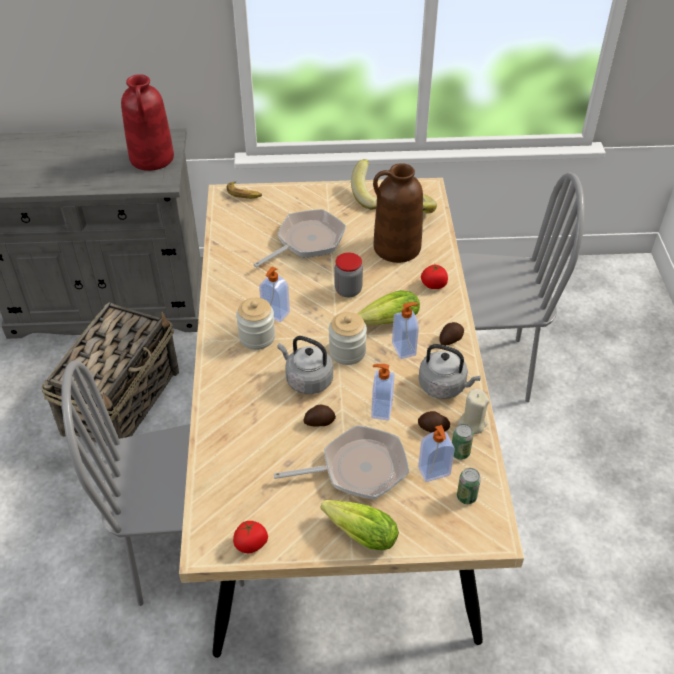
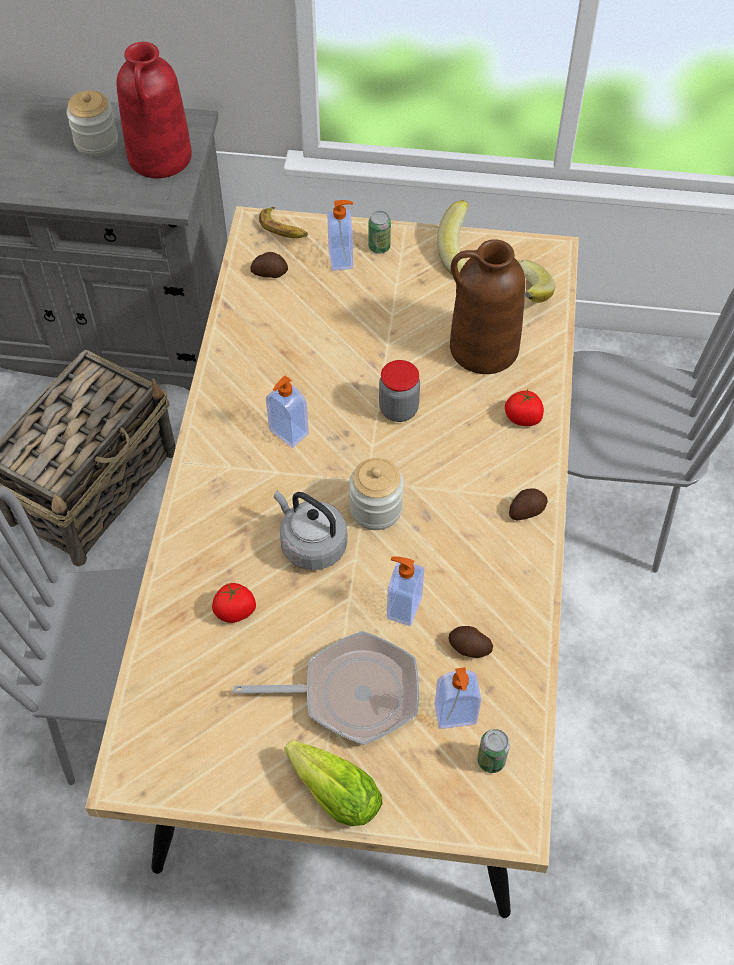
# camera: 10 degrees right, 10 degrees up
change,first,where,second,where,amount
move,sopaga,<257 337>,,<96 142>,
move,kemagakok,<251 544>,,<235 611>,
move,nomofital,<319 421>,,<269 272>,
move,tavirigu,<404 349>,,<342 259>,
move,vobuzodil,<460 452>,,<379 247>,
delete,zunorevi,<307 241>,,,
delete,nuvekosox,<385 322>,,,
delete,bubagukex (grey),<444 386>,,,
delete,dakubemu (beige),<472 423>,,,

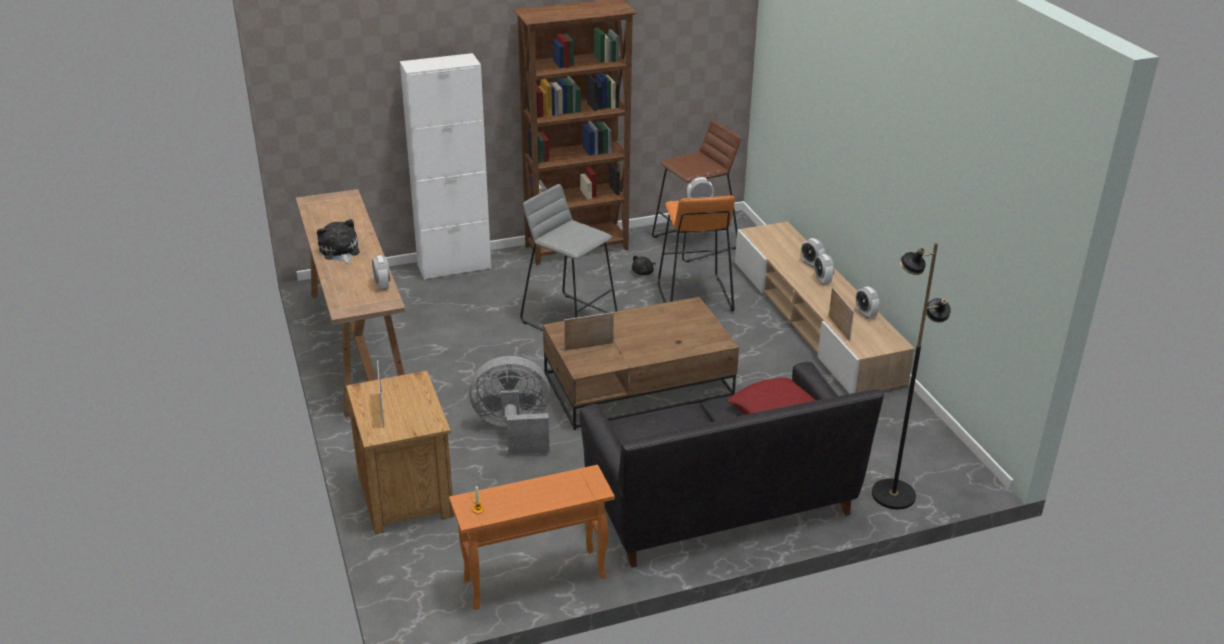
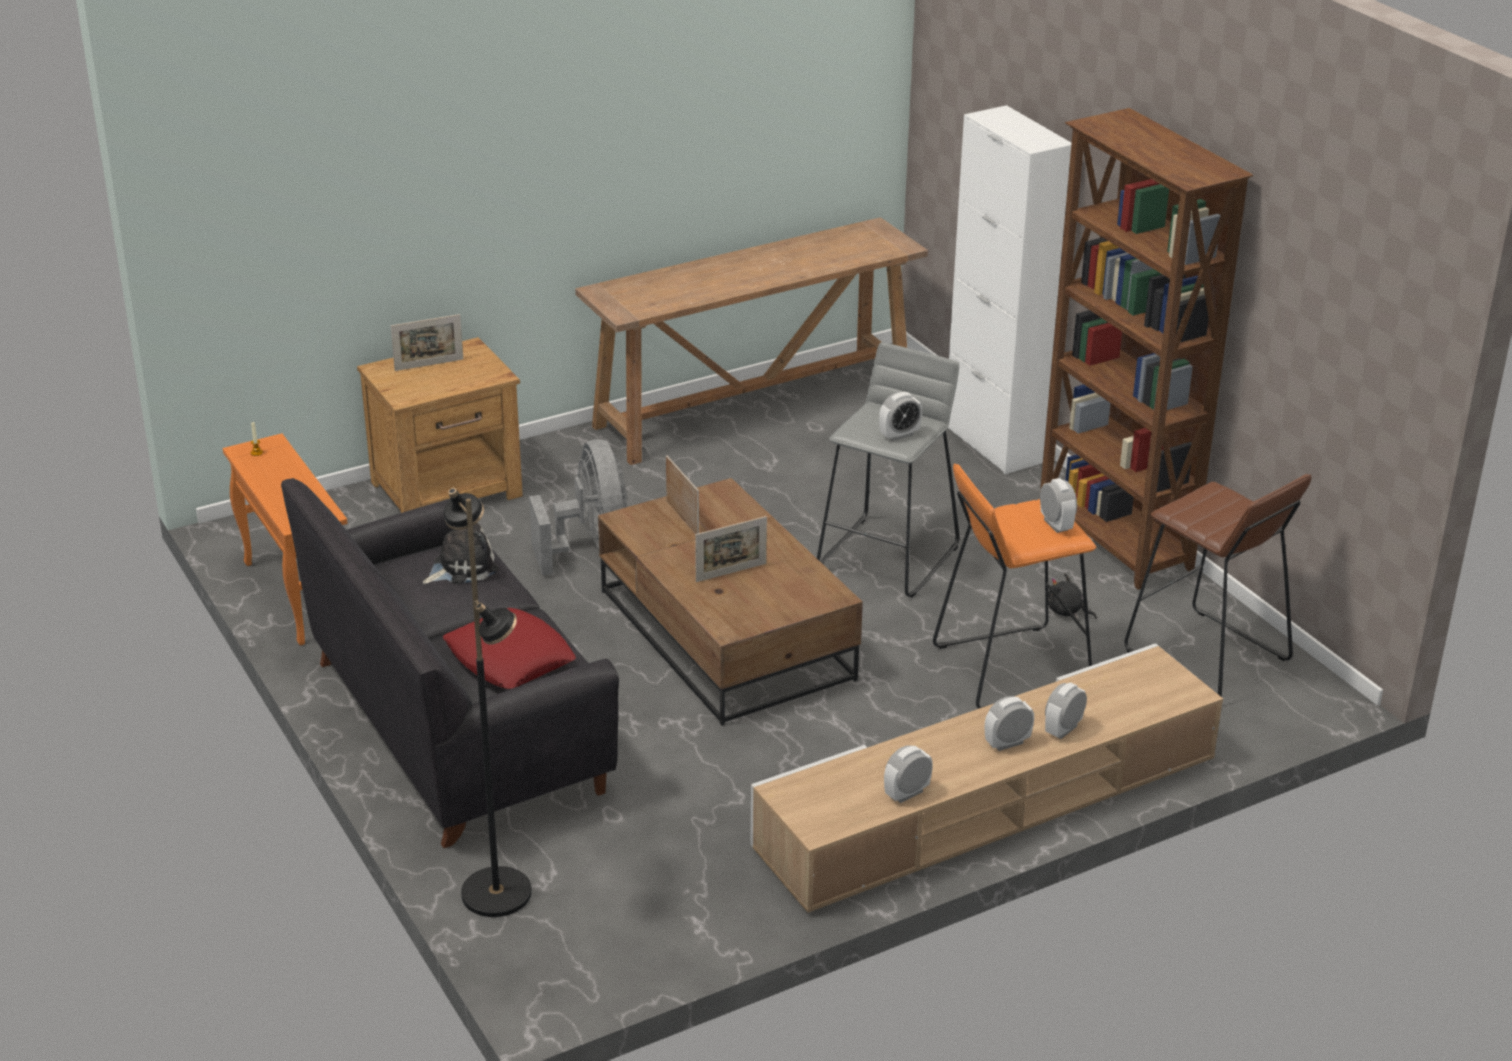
# camera: 80 degrees right, 0 degrees up
change,first,where,second,where,amount
move,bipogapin,<340 252>,,<461 567>,
move,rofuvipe,<839 328>,,<731 572>,
move,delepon,<382 285>,,<899 435>,

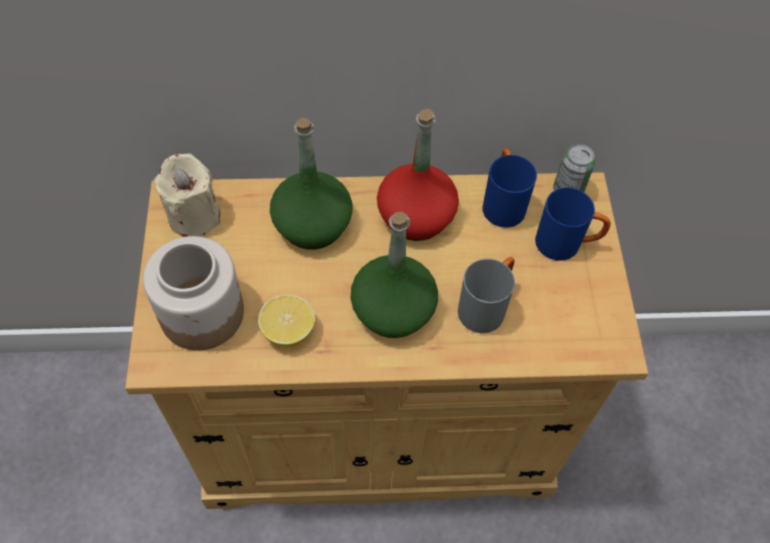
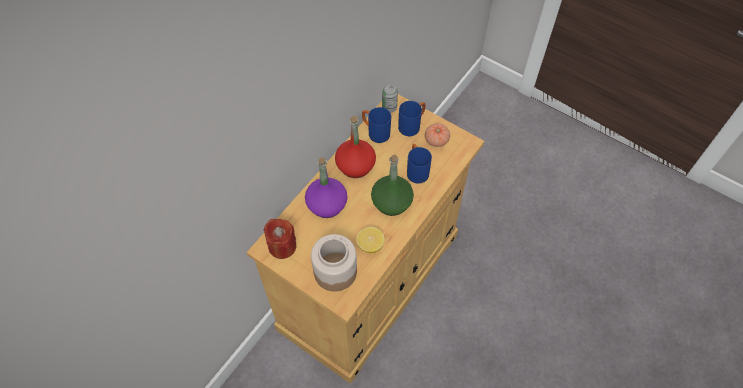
# camera: 50 degrees left, 0 degrees up
change,first,where,second,where,amount
recolor,dakubemu (beige),<194 216>,dakubemu (red),<282 246>,
recolor,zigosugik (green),<312 224>,zigosugik (purple),<326 204>,
recolor,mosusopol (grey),<486 306>,mosusopol (blue),<416 170>,
insert,,,kemagakok,<436 140>,

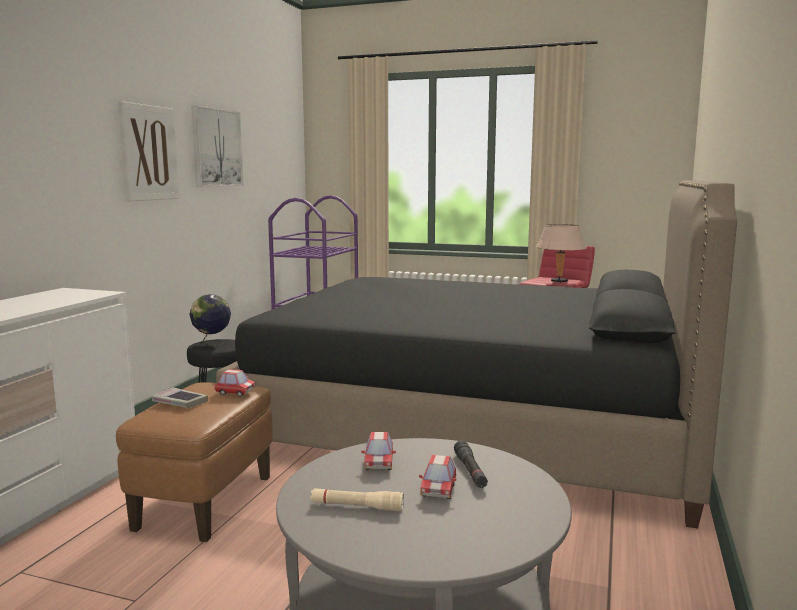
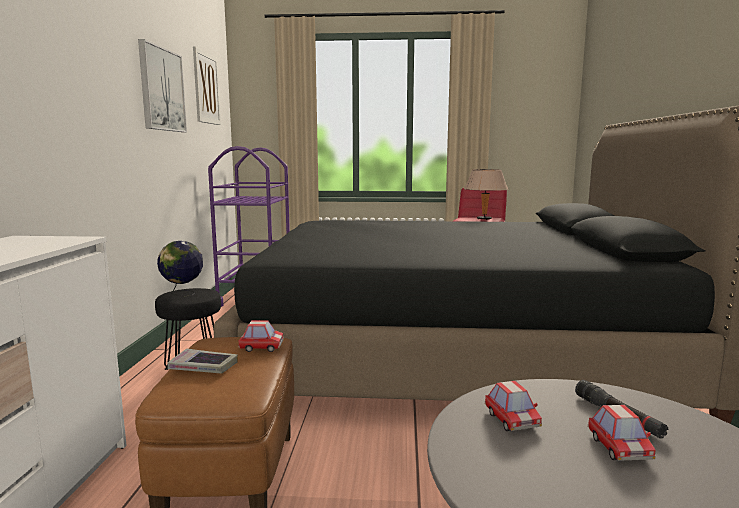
# camera: 15 degrees left, 0 degrees up
change,first,where,second,where,amount
move,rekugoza,<149 153>,,<206 88>,
delete,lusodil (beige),<357 507>,,,

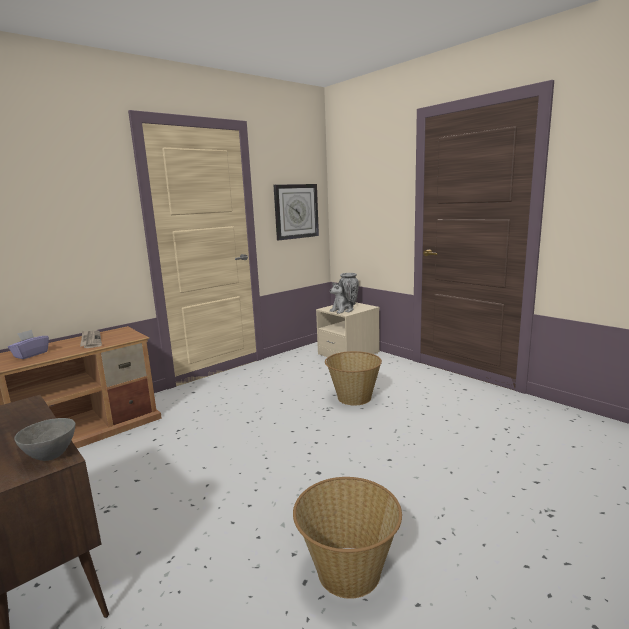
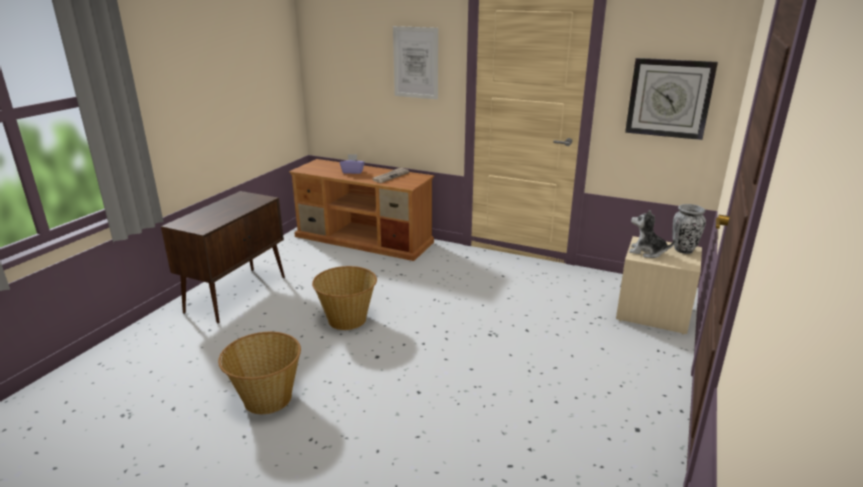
# camera: 65 degrees right, 10 degrees up
change,first,where,second,where,amount
move,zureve,<353 397>,,<347 319>,
insert,,,rekugoza,<415 63>,
delete,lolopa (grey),<50 456>,,,

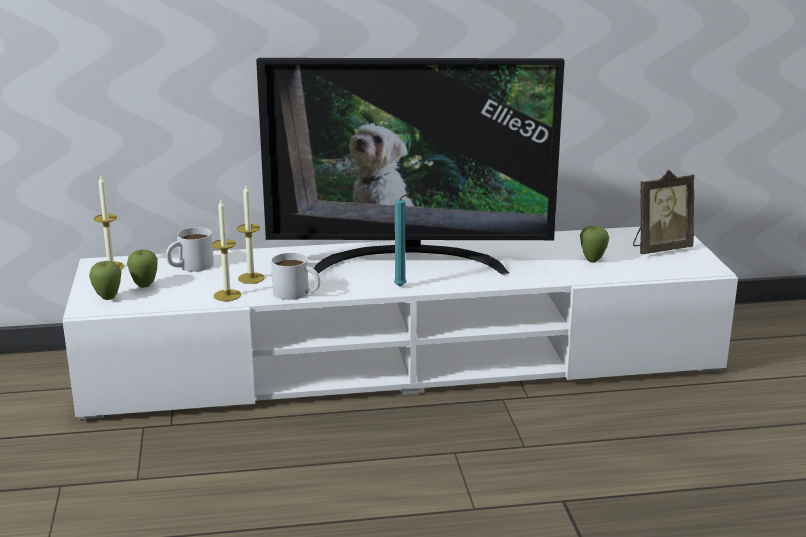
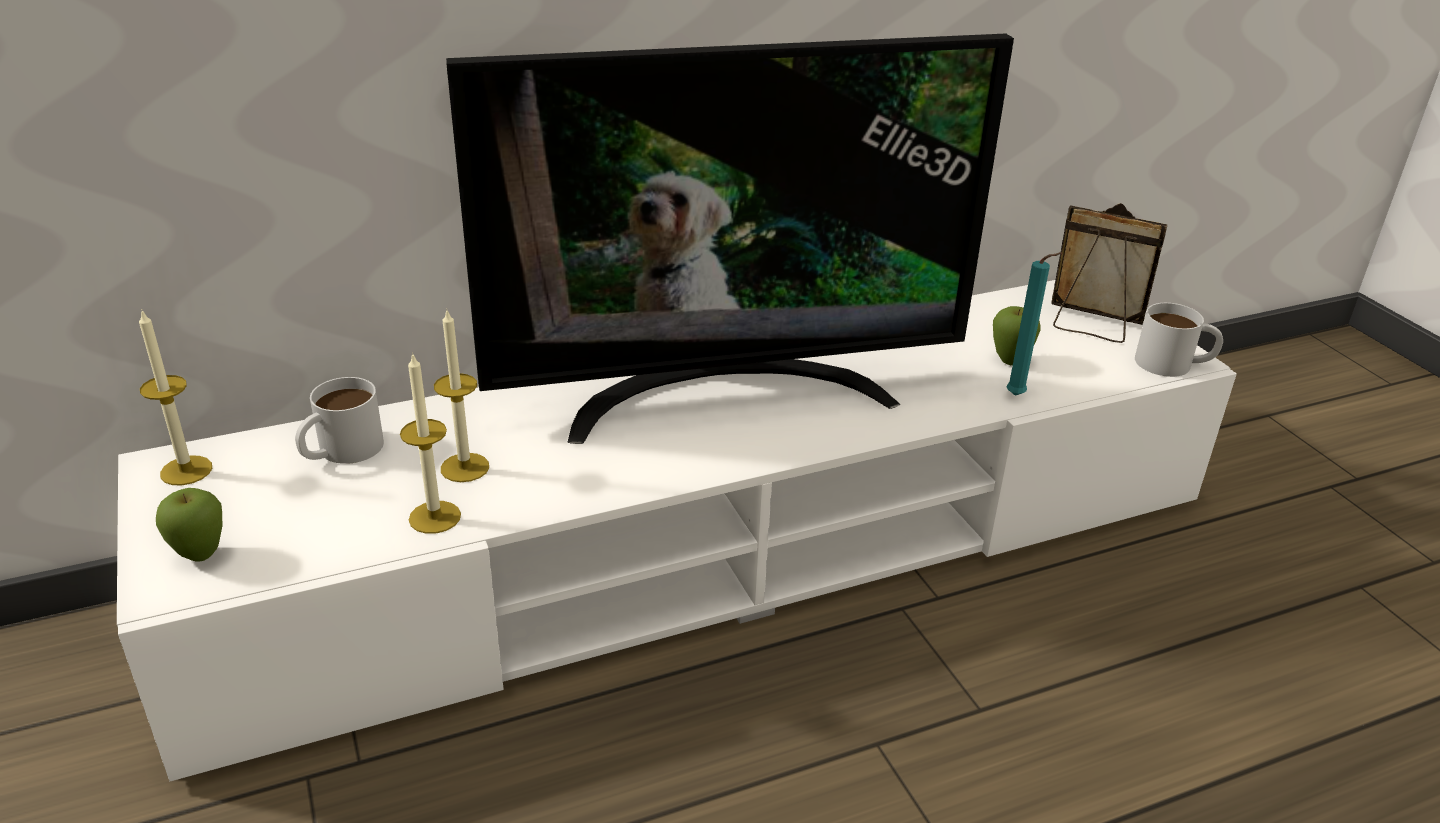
# camera: 15 degrees left, 10 degrees up
change,first,where,second,where,amount
move,dakubemu (turquoise),<401 287>,,<1018 396>,
rotate,rofuvipe,<659 248>,,<1091 326>,120 degrees counterclockwise
move,mosusopol (white),<297 293>,,<1174 364>,
delete,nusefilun,<144 286>,,,

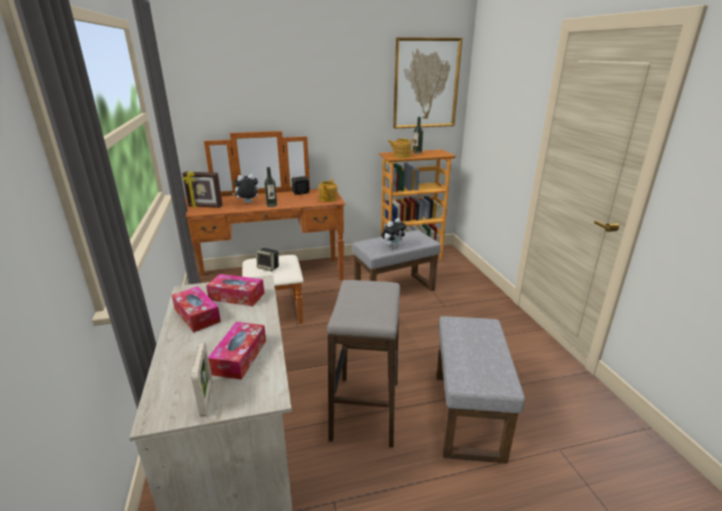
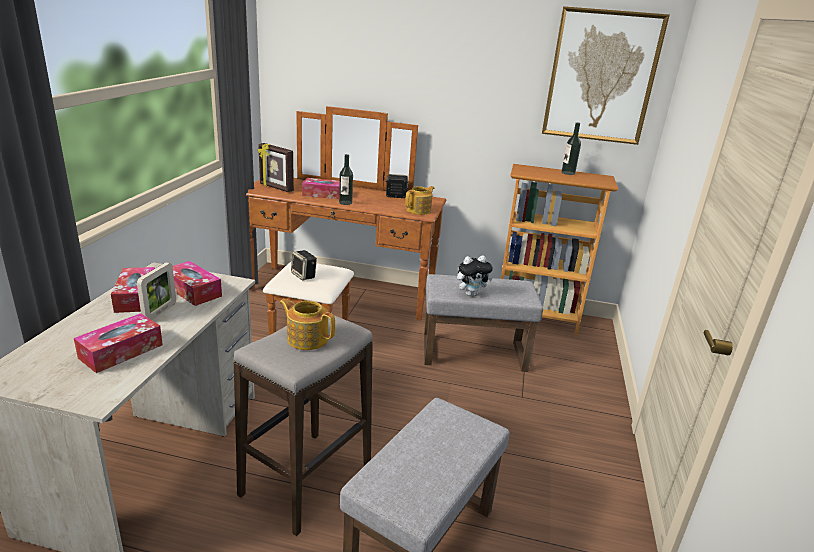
# camera: 25 degrees right, 0 degrees up
change,first,where,second,where,amount
move,rofuvipe,<206 398>,,<160 312>,
move,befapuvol,<401 156>,,<307 338>,
replace,bipogapin,<248 203>,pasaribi,<323 194>,

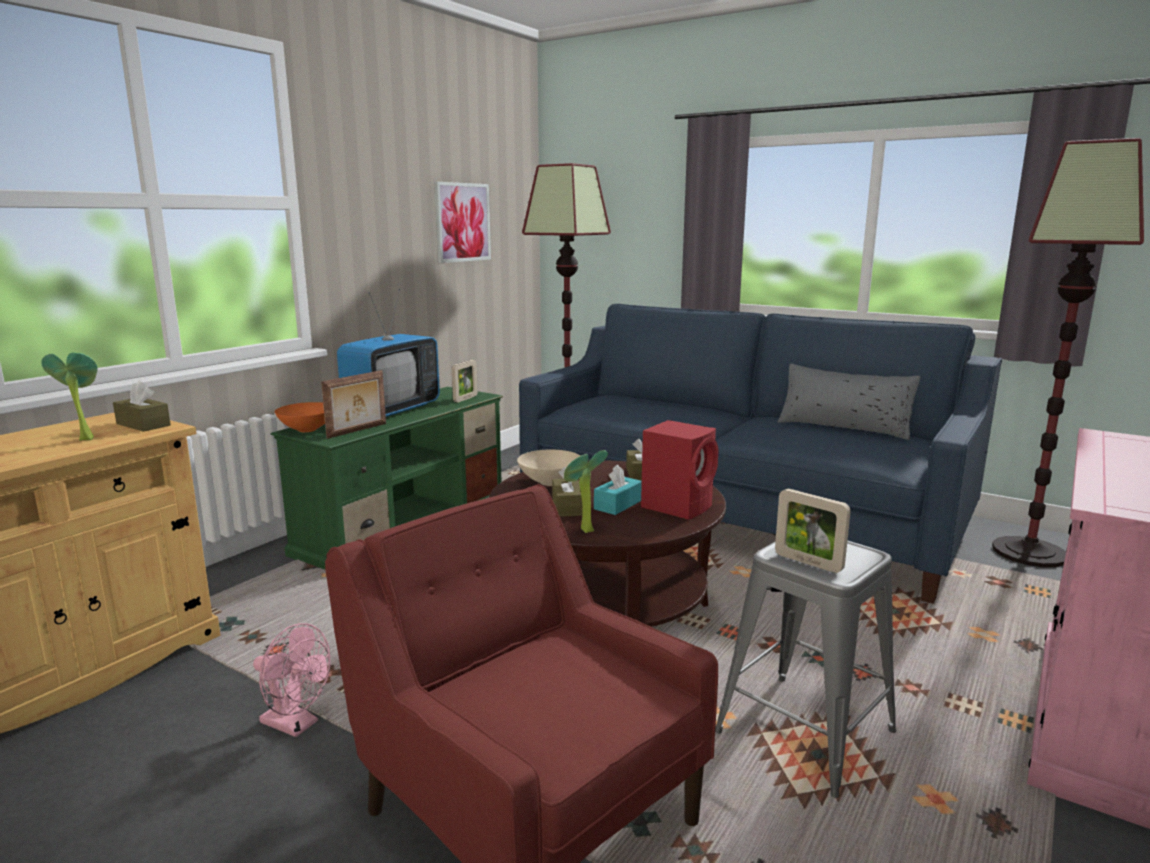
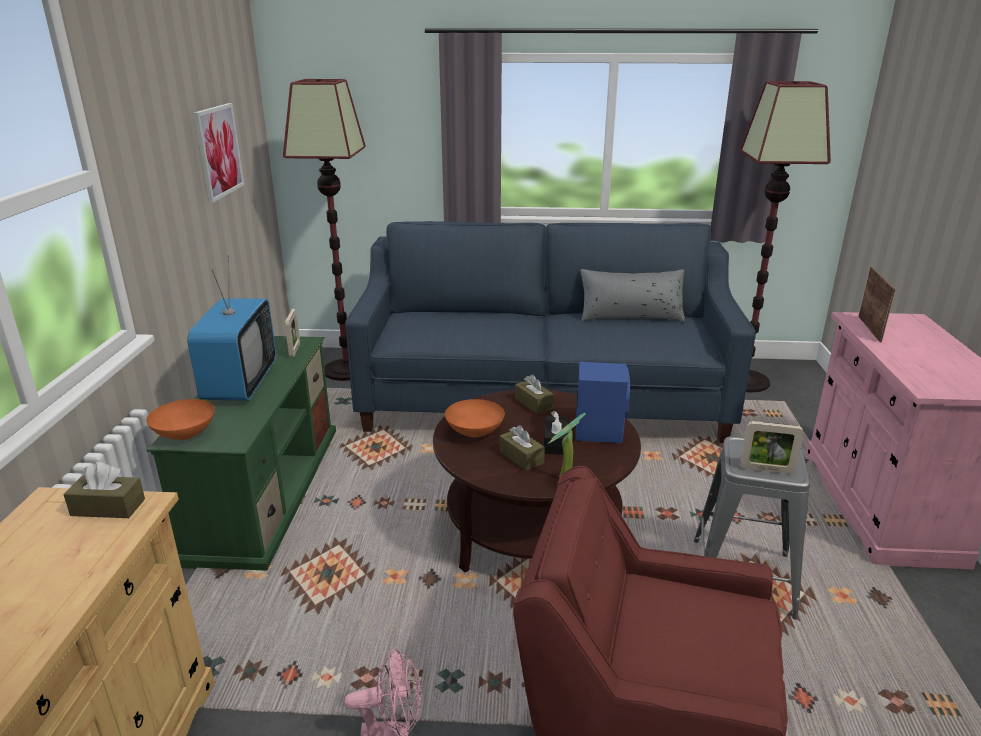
# camera: 30 degrees left, 10 degrees up
change,first,where,second,where,amount
recolor,lolopa (beige),<549 482>,lolopa (orange),<473 432>,
recolor,pasaribi (turquoise),<618 505>,pasaribi (black),<555 443>,
recolor,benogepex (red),<678 506>,benogepex (blue),<599 431>,
move,rofuvipe,<358 431>,,<870 329>,
delete,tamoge,<84 439>,,,

